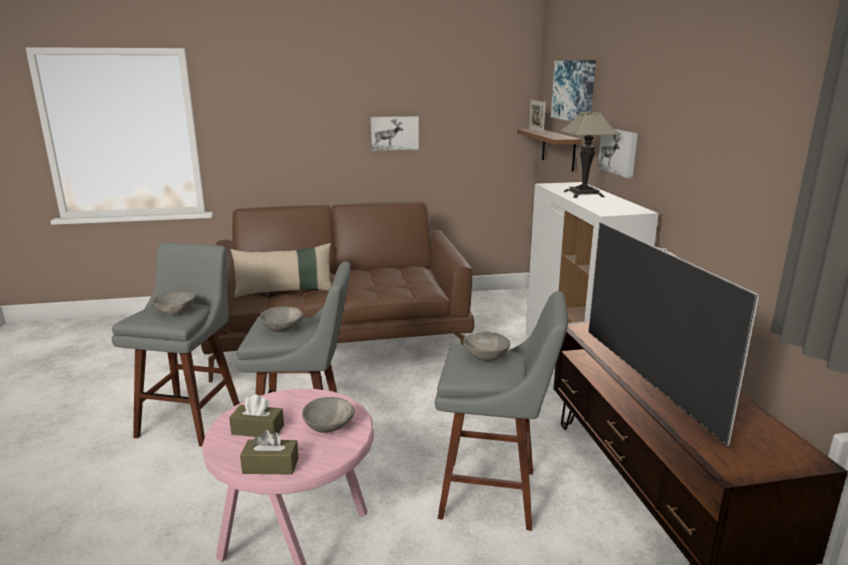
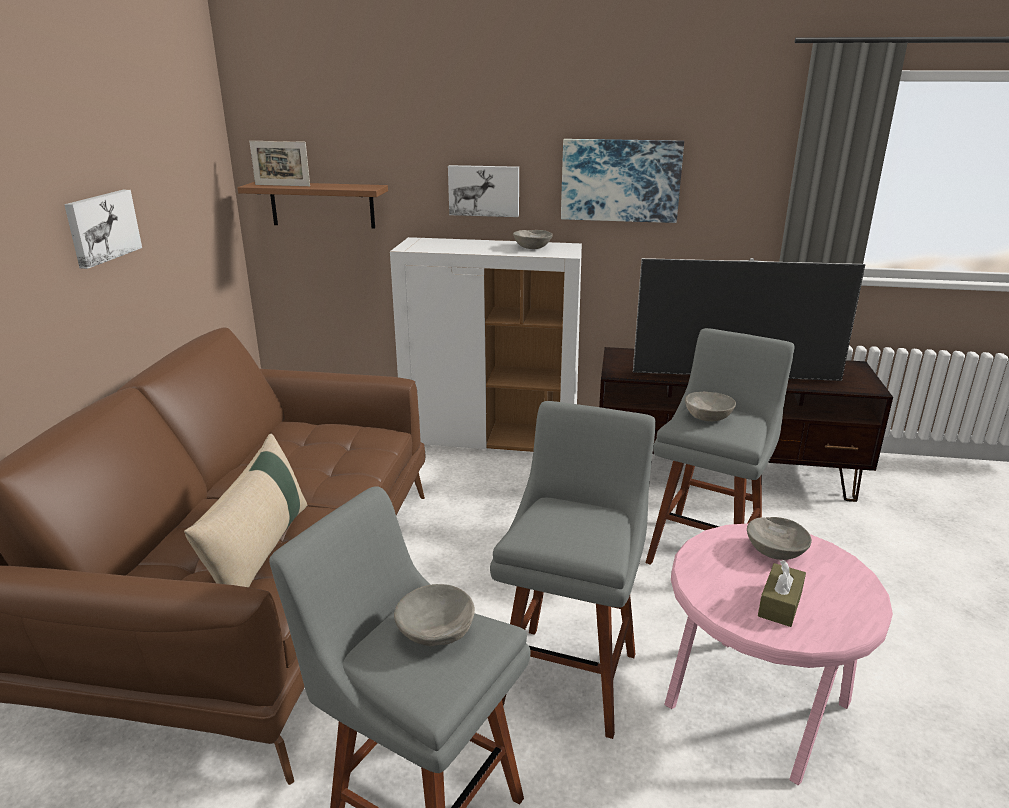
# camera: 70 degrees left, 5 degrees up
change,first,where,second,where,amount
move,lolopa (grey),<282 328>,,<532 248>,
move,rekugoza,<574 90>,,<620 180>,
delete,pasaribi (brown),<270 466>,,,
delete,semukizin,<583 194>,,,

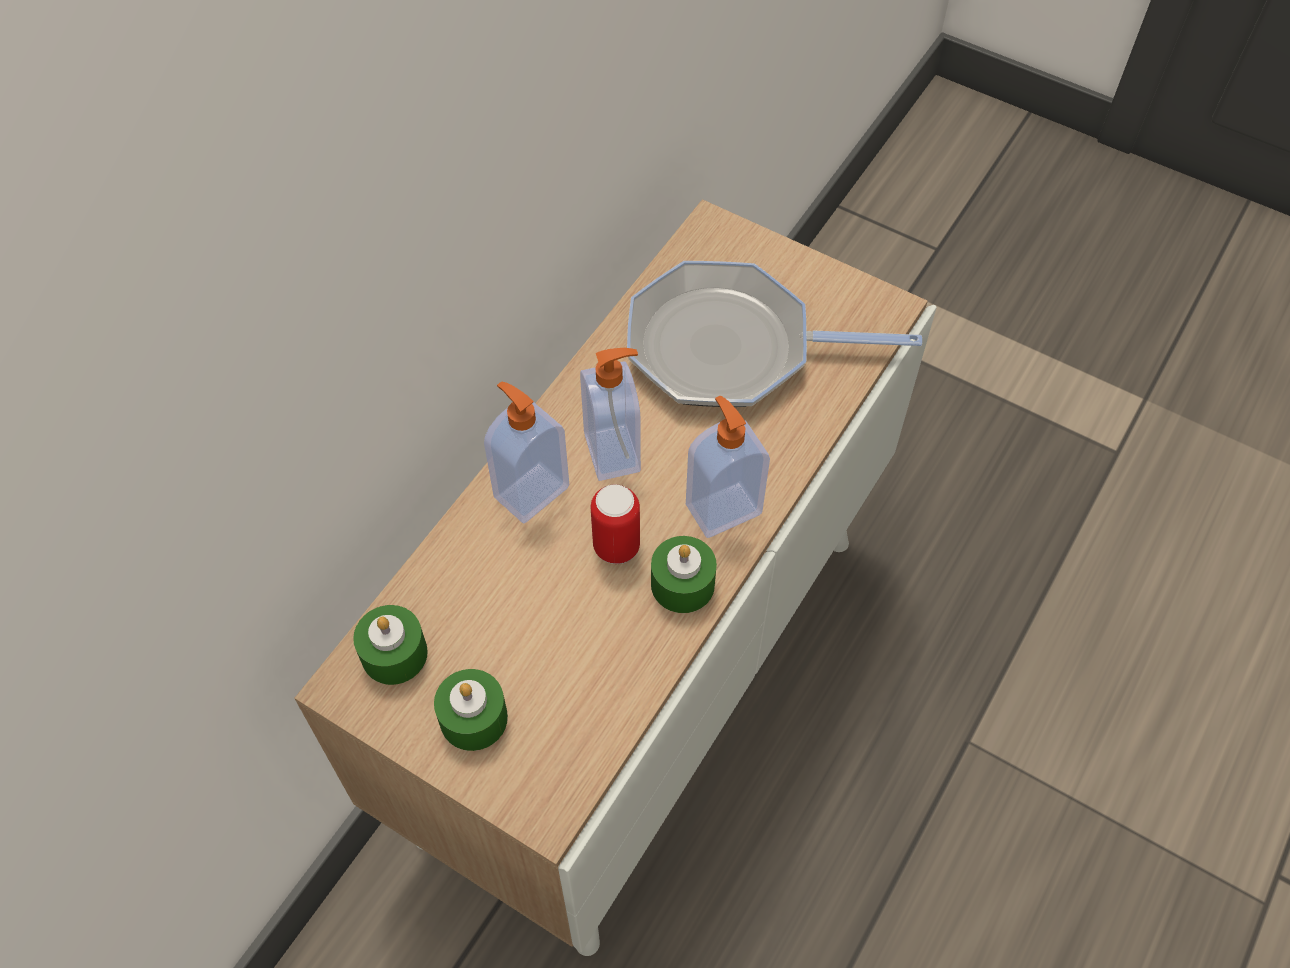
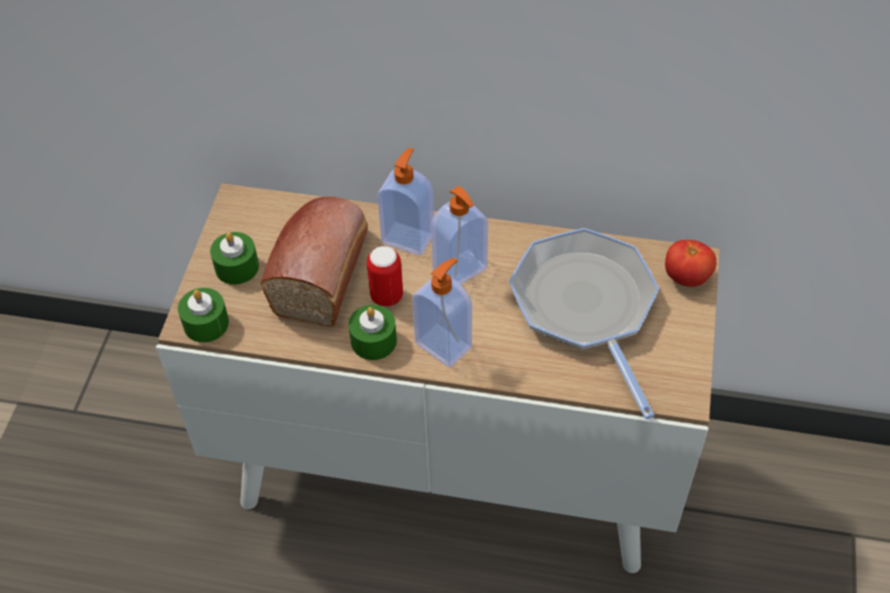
# camera: 70 degrees right, 5 degrees down
change,first,where,second,where,amount
move,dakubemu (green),<394 654>,,<206 323>,
insert,,,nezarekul,<323 270>,
insert,,,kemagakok,<686 277>,

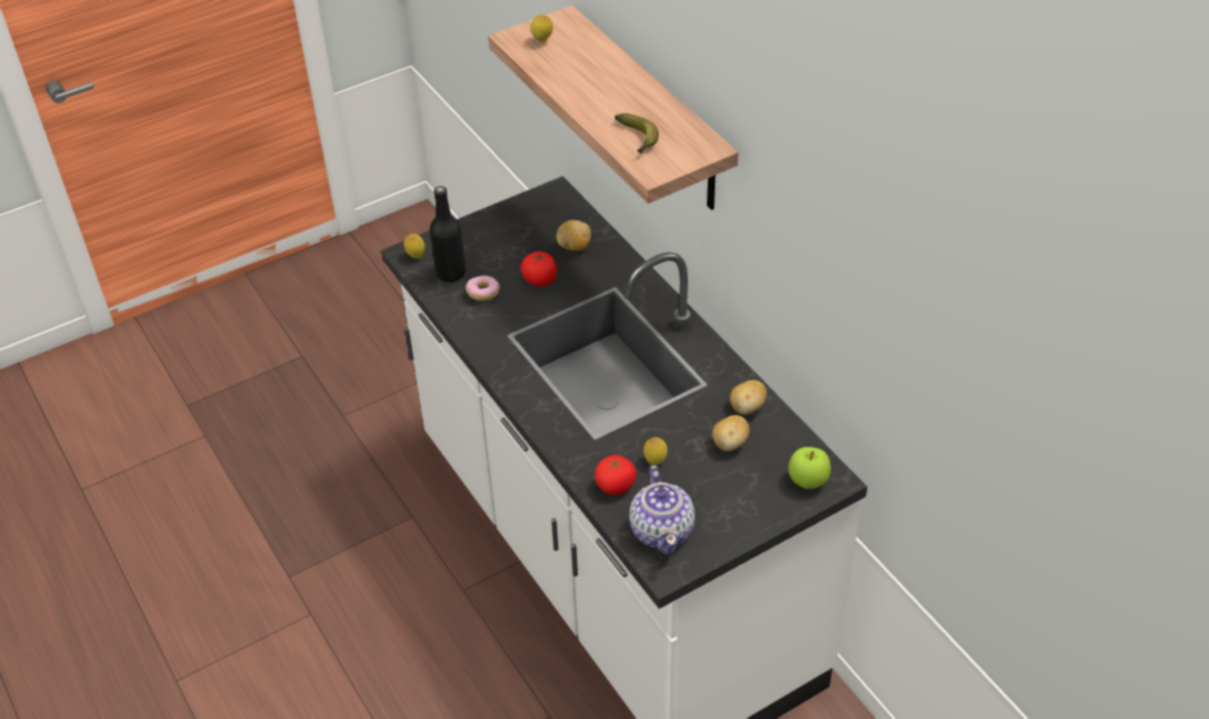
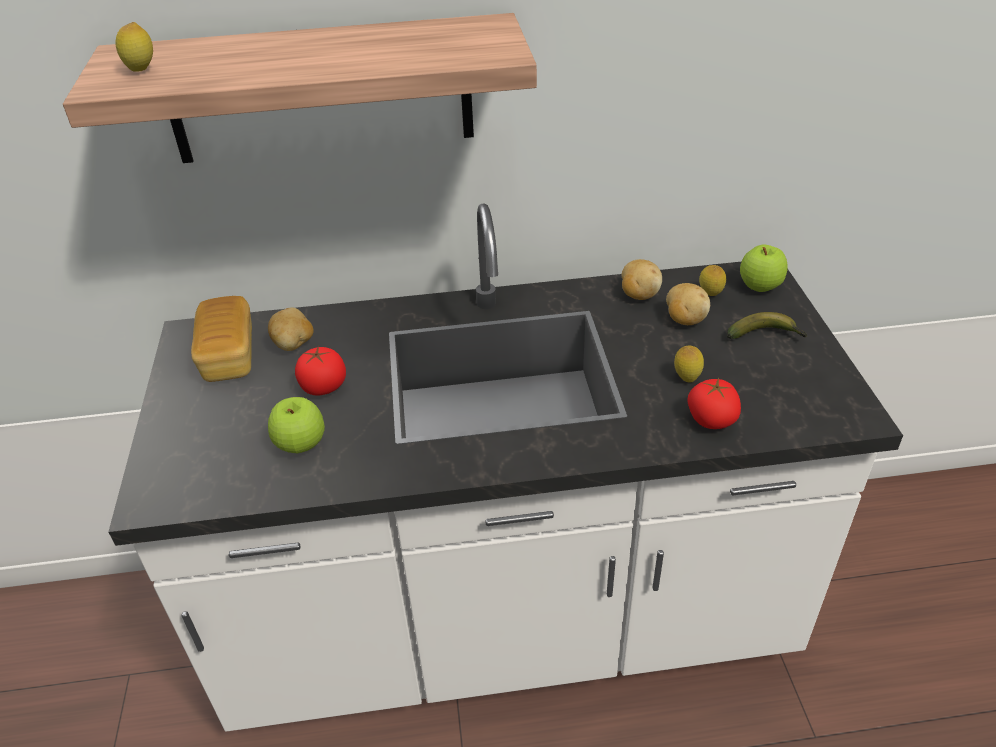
# camera: 65 degrees left, 5 degrees down
change,first,where,second,where,amount
insert,,,nezarekul,<229 356>,
replace,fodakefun,<483 294>,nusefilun,<301 445>,
move,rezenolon,<416 256>,,<710 295>,
move,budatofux,<638 139>,,<766 335>,
delete,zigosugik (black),<450 273>,,,
delete,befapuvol,<662 530>,,,

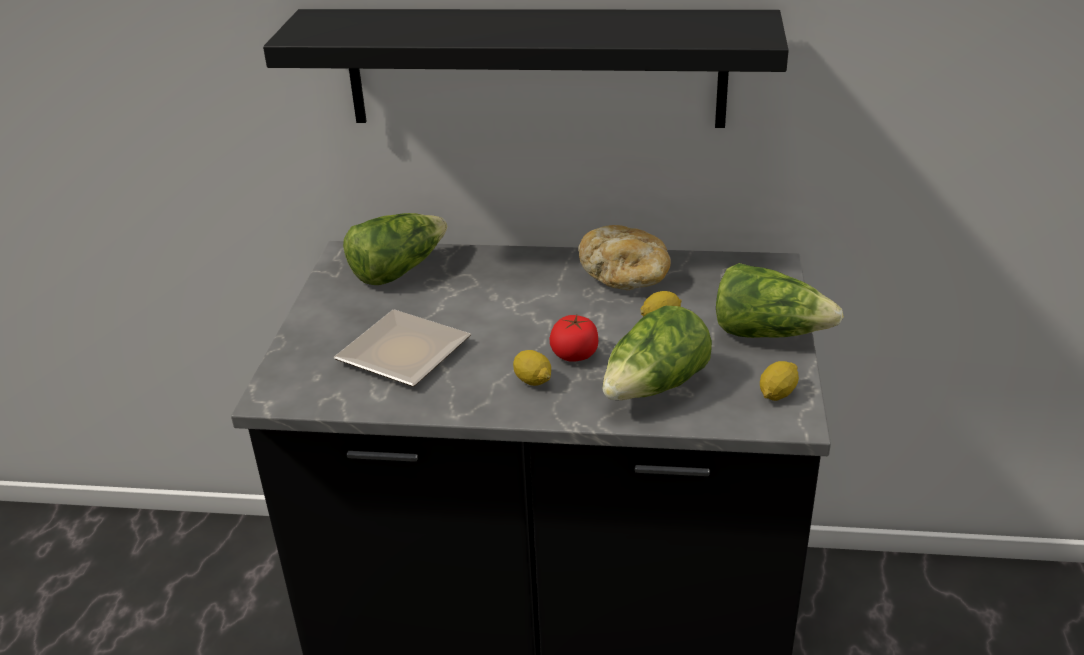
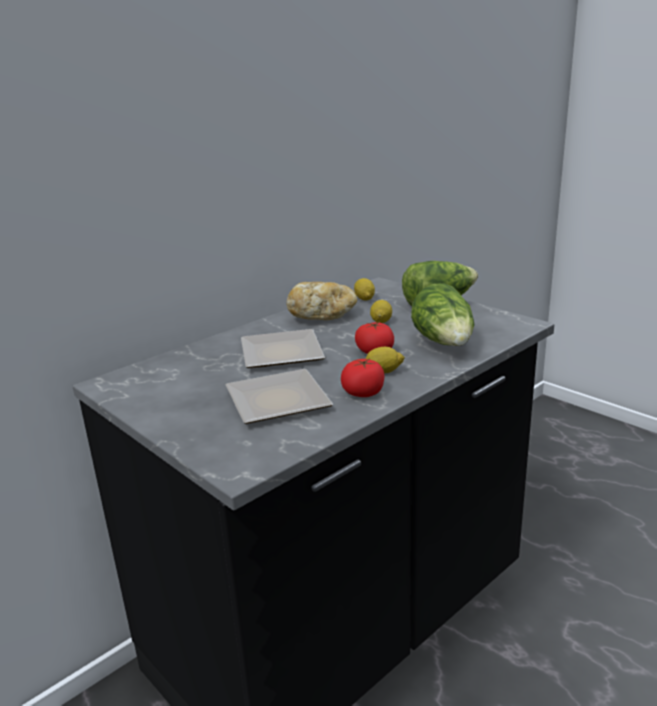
# camera: 50 degrees left, 10 degrees down
change,first,where,second,where,amount
insert,,,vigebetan,<279 355>,
insert,,,kemagakok,<363 392>,
move,rezenolon,<777 393>,,<364 298>,
delete,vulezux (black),<535 68>,,,
delete,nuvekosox,<397 270>,,,

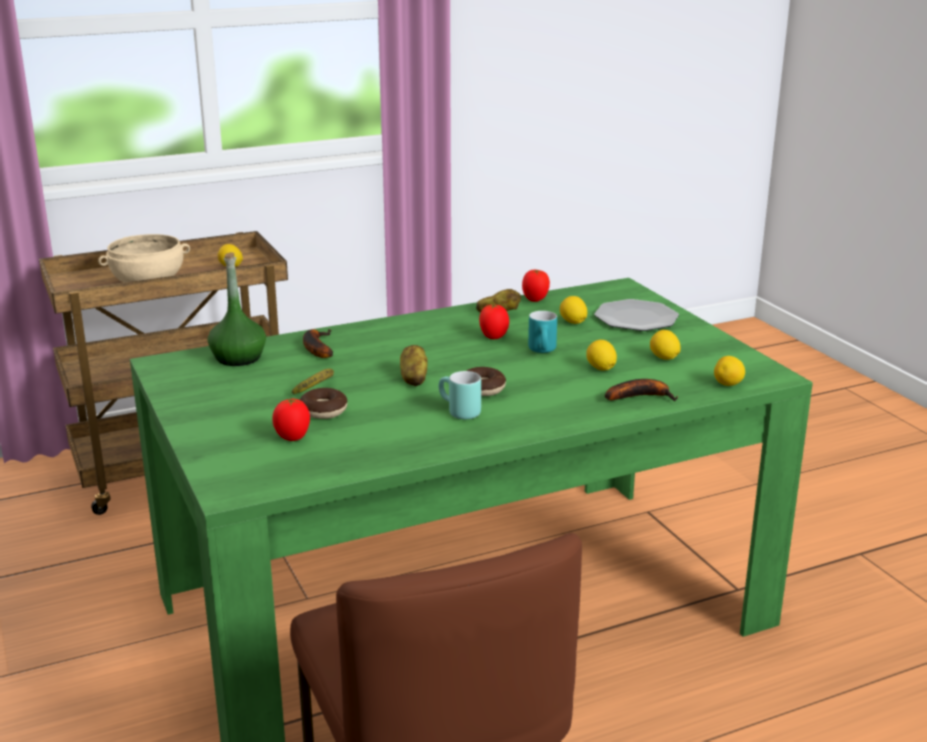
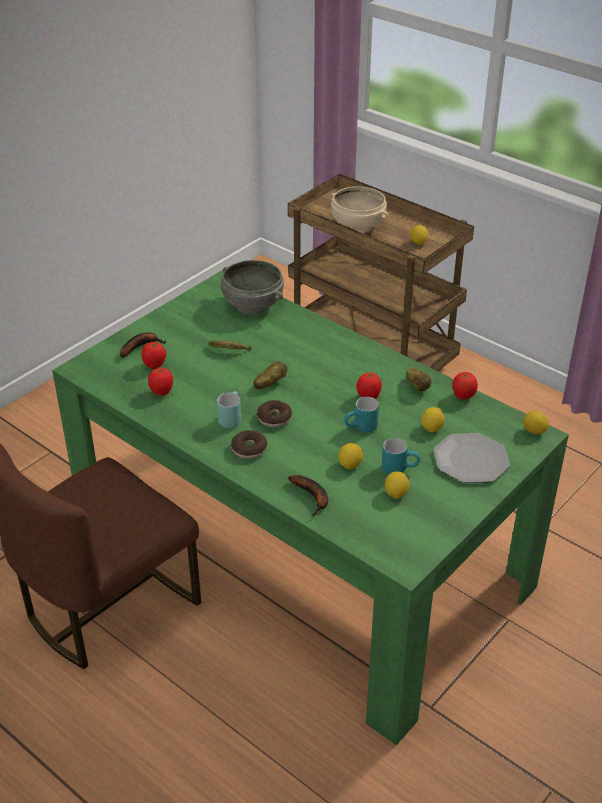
# camera: 65 degrees right, 15 degrees up
change,first,where,second,where,amount
move,budatofux,<316 348>,,<140 346>,
insert,,,kemagakok,<162 392>,
replace,zigosugik (green),<238 358>,lolopa (grey),<252 305>,
move,fodakefun,<323 411>,,<249 449>,
insert,,,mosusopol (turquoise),<399 468>,
move,rezenolon,<728 385>,,<534 431>,

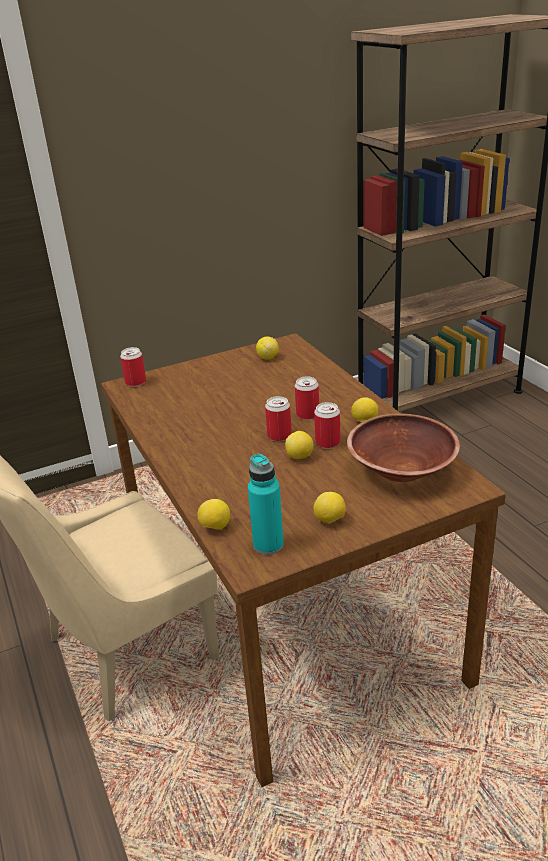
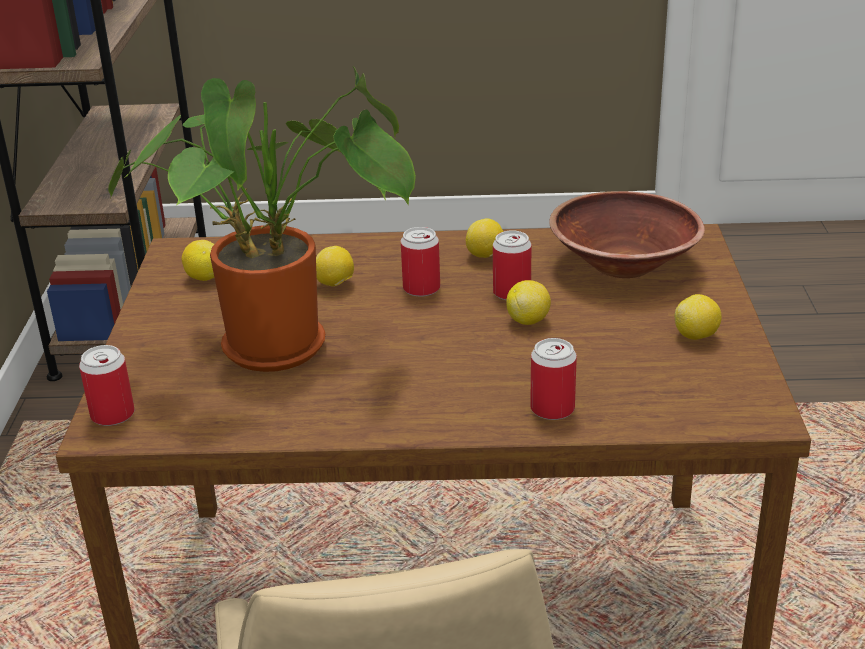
# camera: 65 degrees left, 0 degrees up
change,first,where,second,where,amount
insert,,,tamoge,<287 345>,
move,rezenolon,<215 527>,,<335 284>,
move,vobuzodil,<279 436>,,<552 409>,
delete,zigosugik (turquoise),<268 545>,,,

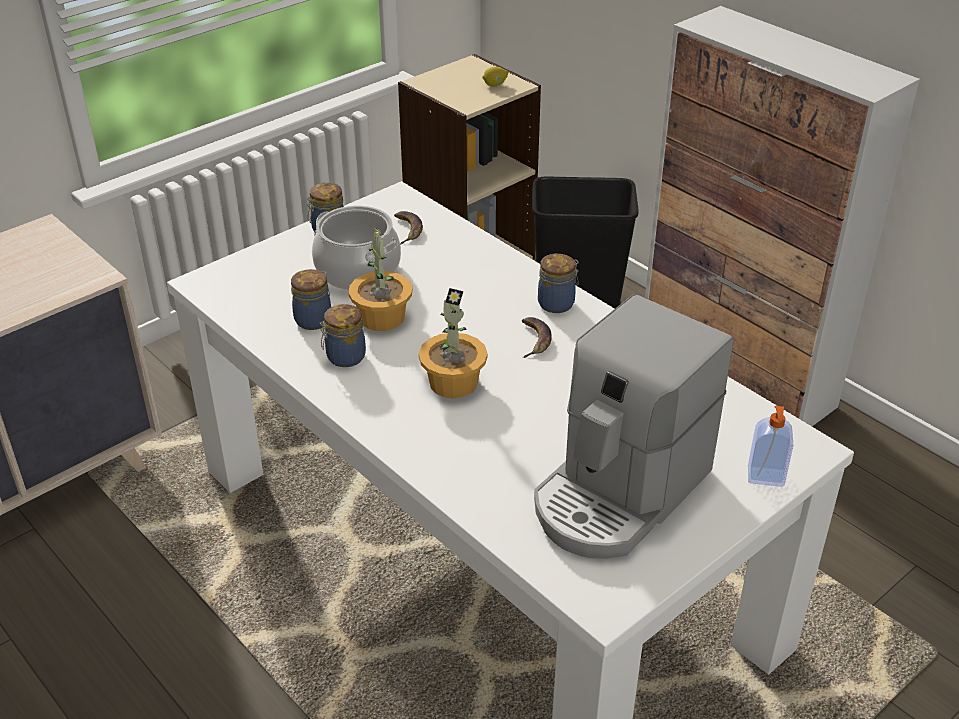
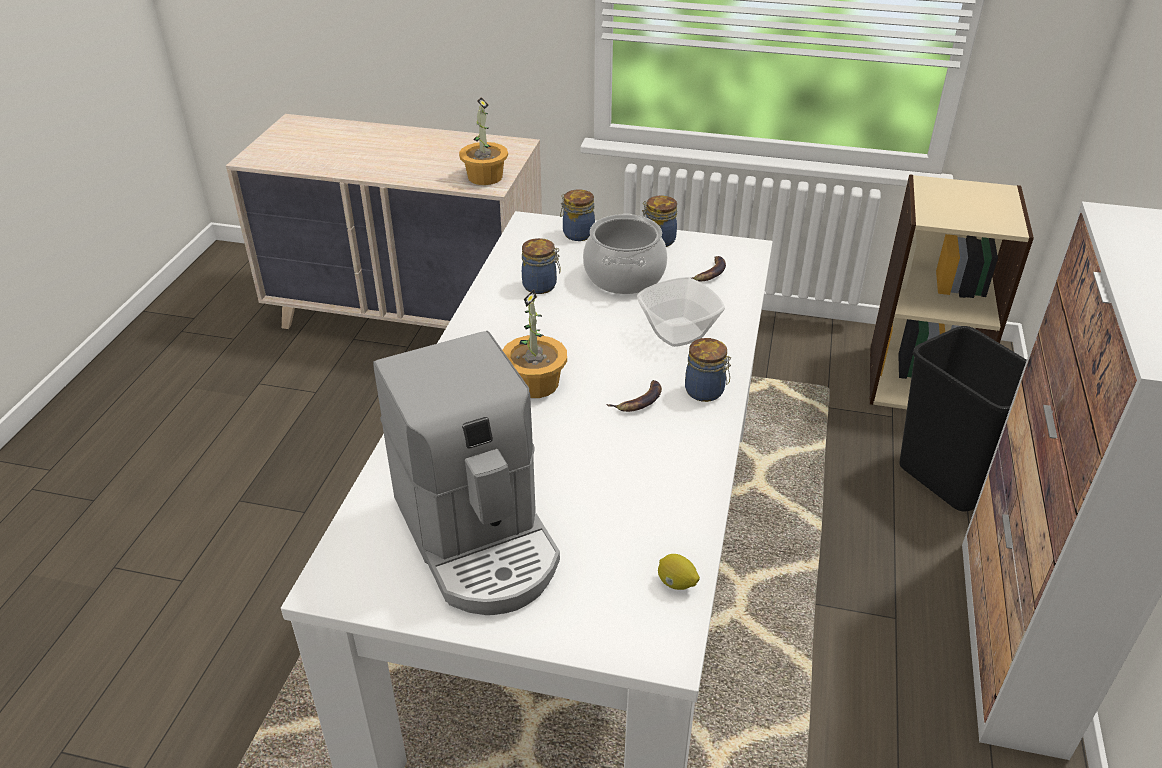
# camera: 55 degrees right, 0 degrees up
change,first,where,second,where,amount
rotate,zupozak,<619 493>,,<478 538>,120 degrees counterclockwise
move,tamoge,<381 318>,,<484 177>,
move,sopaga,<344 357>,,<577 234>,
insert,,,lolopa,<679 333>,
move,rezenolon,<495 85>,,<676 583>,
delete,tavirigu,<765 477>,,,

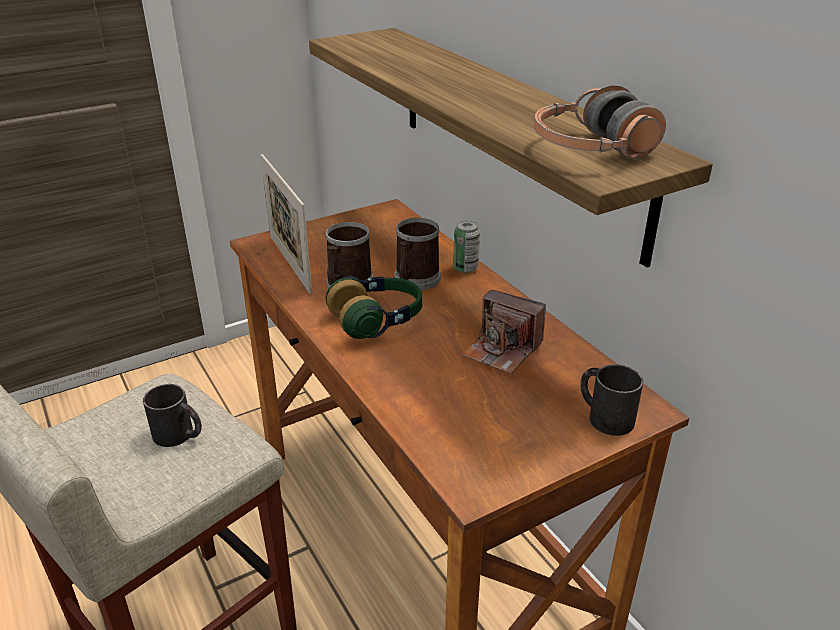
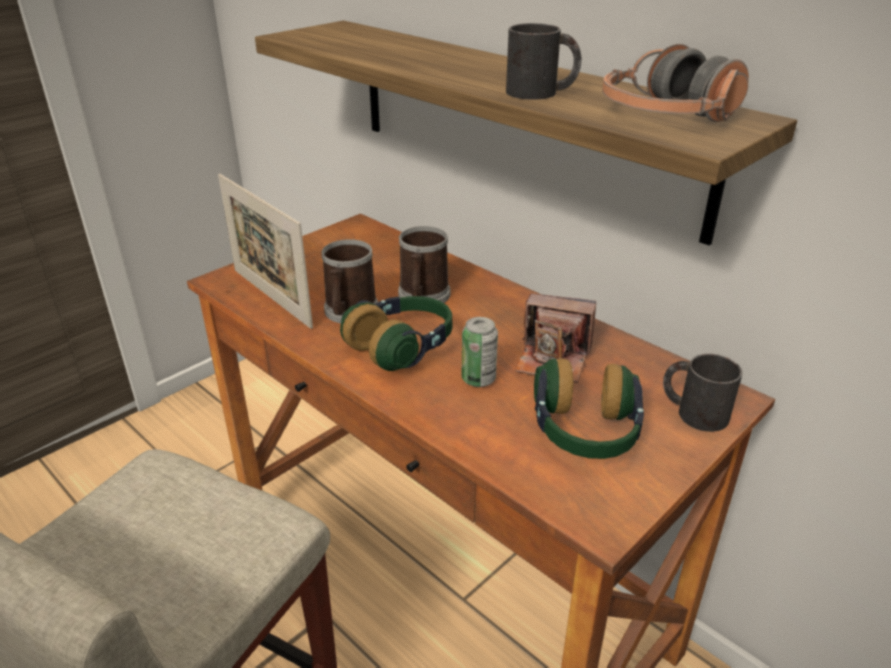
# camera: 15 degrees left, 0 degrees up
change,first,where,second,where,amount
move,vobuzodil,<465 268>,,<478 379>,
move,mosusopol (black),<180 435>,,<541 92>,
insert,,,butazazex,<585 432>,

